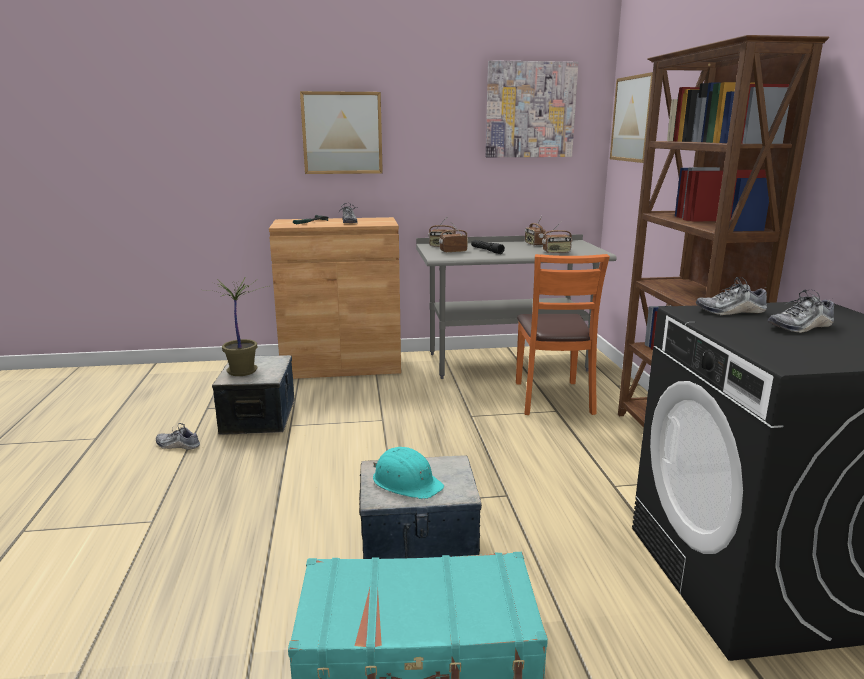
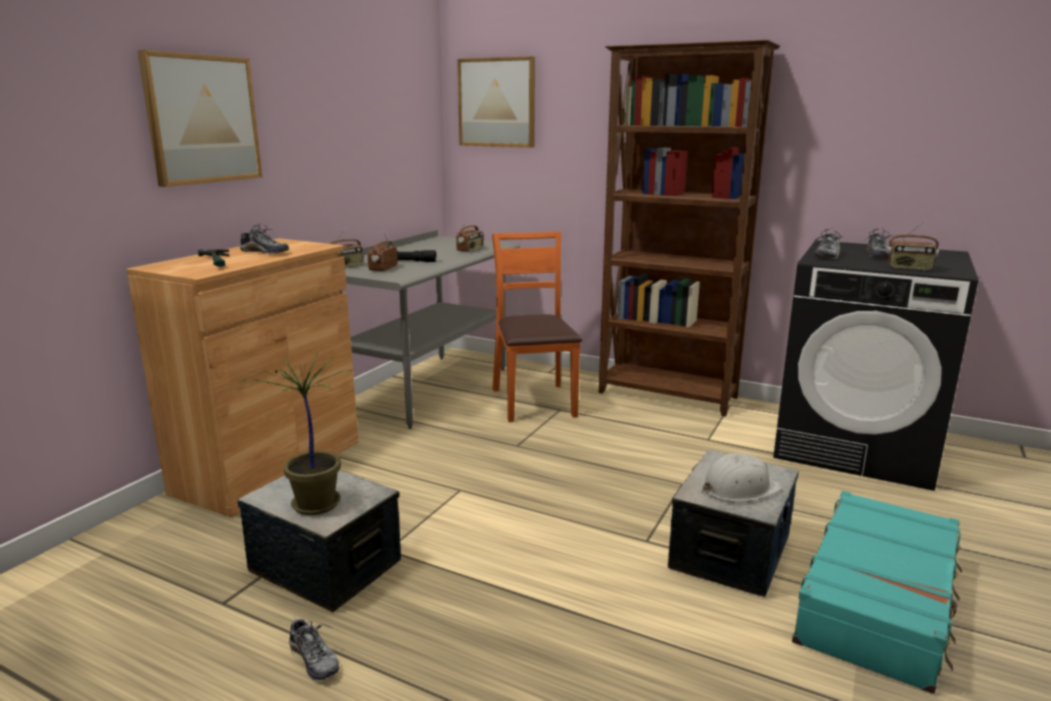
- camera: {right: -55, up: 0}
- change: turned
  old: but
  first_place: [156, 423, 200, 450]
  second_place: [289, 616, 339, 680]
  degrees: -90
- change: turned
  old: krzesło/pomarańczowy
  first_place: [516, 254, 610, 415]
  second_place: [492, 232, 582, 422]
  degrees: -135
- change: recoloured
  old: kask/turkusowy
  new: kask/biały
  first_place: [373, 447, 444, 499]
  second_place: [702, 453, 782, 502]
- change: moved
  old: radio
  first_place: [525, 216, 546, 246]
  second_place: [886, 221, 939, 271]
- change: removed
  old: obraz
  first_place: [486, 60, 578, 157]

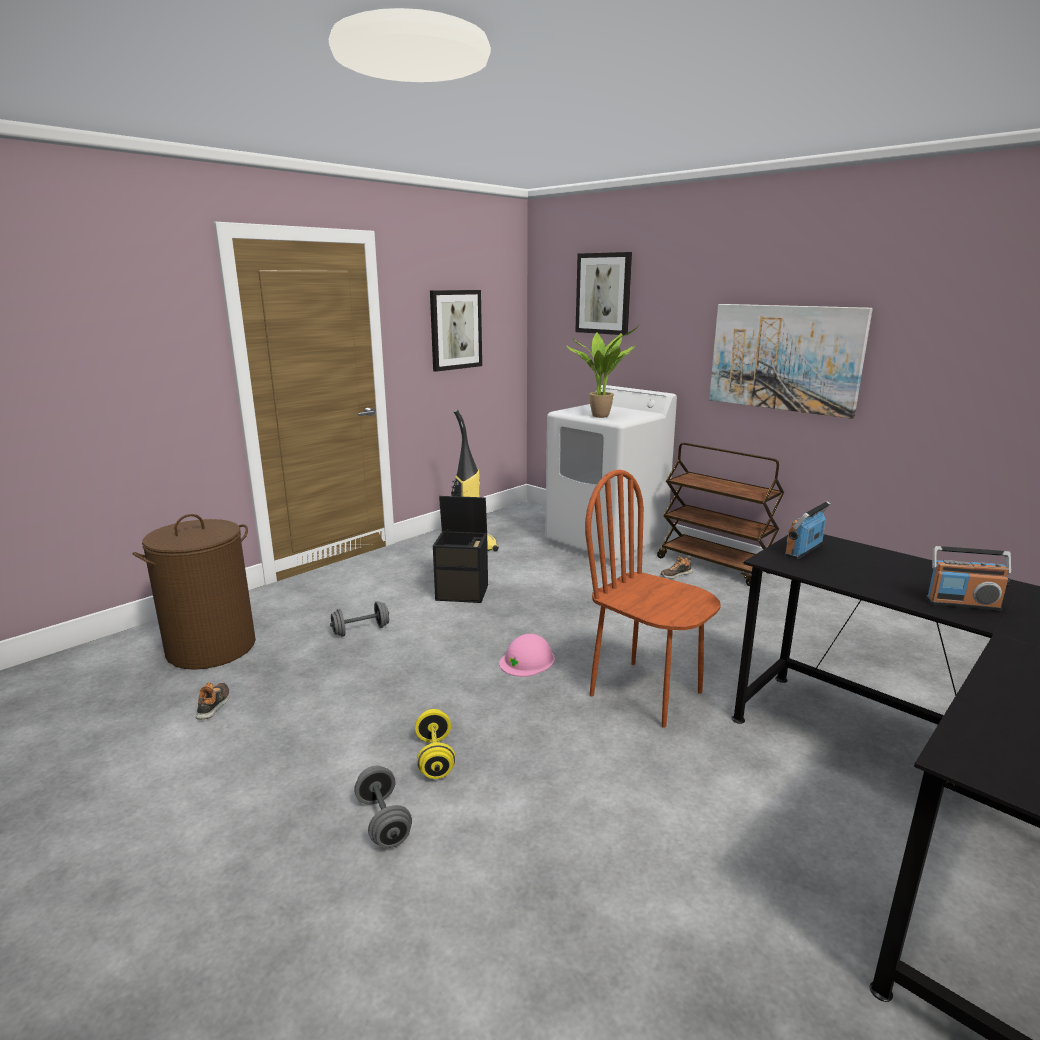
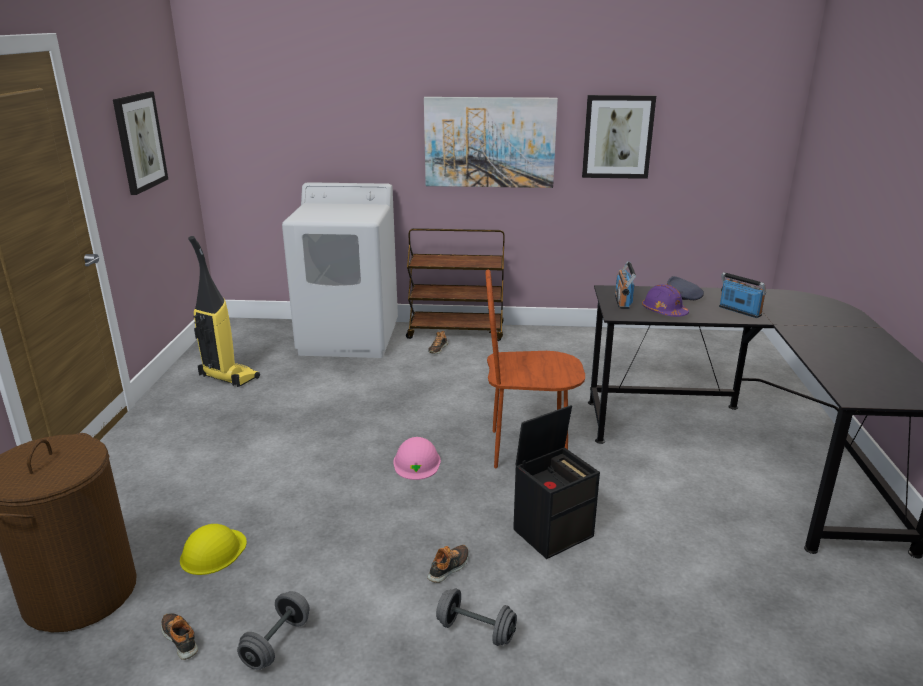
- camera: {right: -40, up: 5}
- change: added
  new: kask/żółty
  second_place: [180, 524, 247, 575]
- change: moved
  old: hantel/szary
  first_place: [330, 601, 389, 636]
  second_place: [237, 591, 310, 670]
- change: replaced
  old: hantel/żółty
  new: but
  first_place: [415, 709, 456, 779]
  second_place: [427, 545, 469, 583]
- change: moved
  old: pojemnik do przechowywania/czarny
  first_place: [433, 496, 488, 603]
  second_place: [513, 405, 600, 559]
- change: moved
  old: obraz
  first_place: [575, 252, 632, 335]
  second_place: [582, 95, 656, 179]
- change: added
  new: kask/fioletowy
  second_place: [642, 284, 689, 317]
- change: added
  new: czapka z daszkiem/szary
  second_place: [667, 276, 704, 300]
- change: turned
  old: radio
  first_place: [926, 546, 1011, 611]
  second_place: [719, 272, 766, 318]
  degrees: -105
- change: removed
  old: roślina doniczkowa
  first_place: [566, 324, 640, 418]

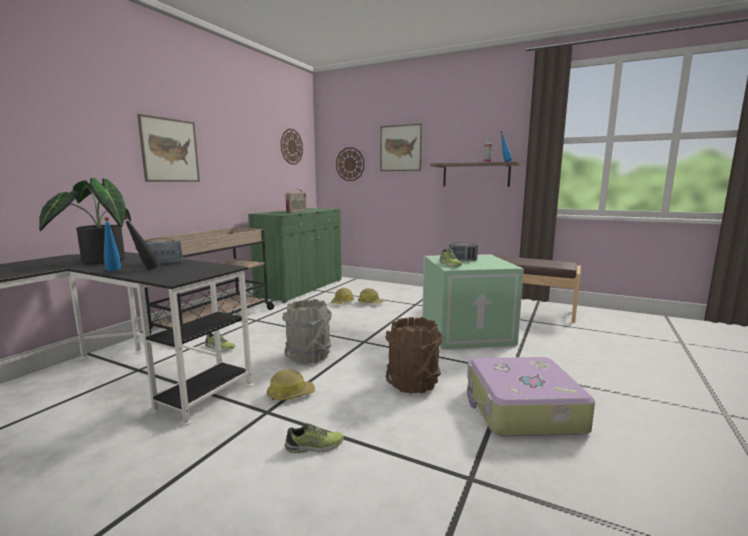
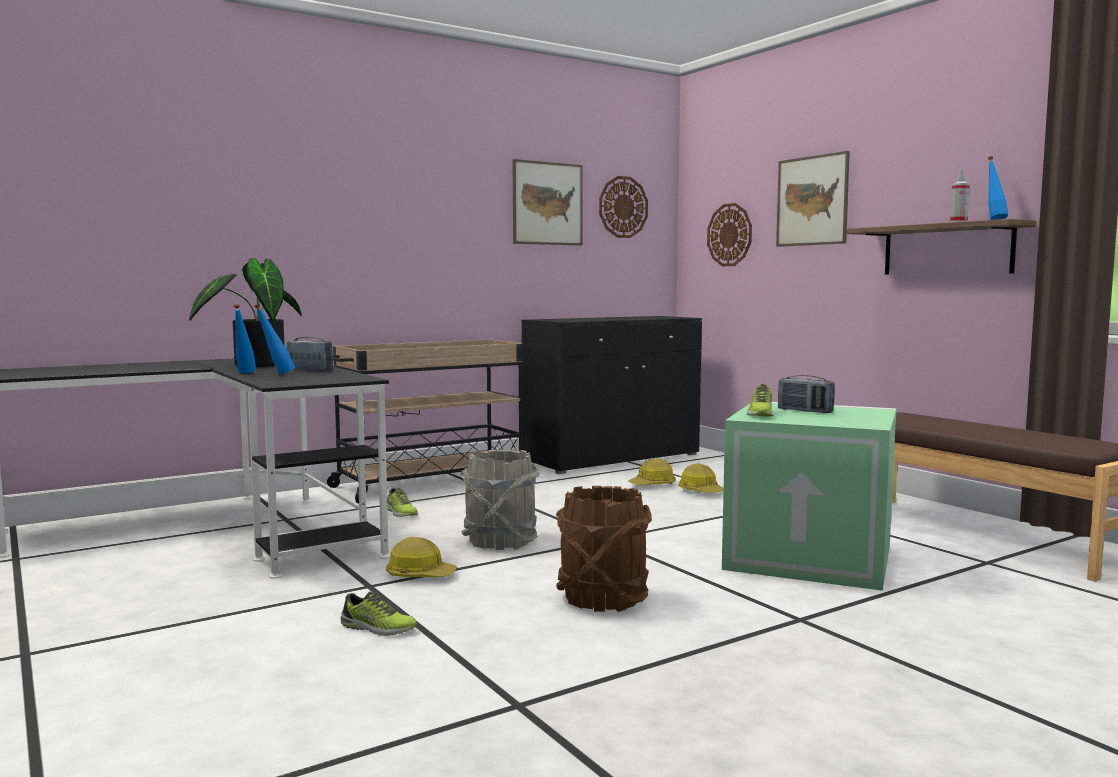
- camera: {right: 30, up: -5}
- change: recoloured
  old: butelka/czarny
  new: butelka/niebieski
  first_place: [123, 216, 161, 270]
  second_place: [255, 304, 296, 375]
- change: moved
  old: obraz
  first_place: [137, 114, 200, 182]
  second_place: [512, 159, 582, 245]
- change: recoloured
  old: szafka/zielony
  new: szafka/czarny
  first_place: [248, 208, 342, 303]
  second_place: [521, 316, 702, 474]
- change: removed
  old: radio
  first_place: [285, 189, 307, 213]
- change: removed
  old: walizka
  first_place: [467, 357, 595, 436]

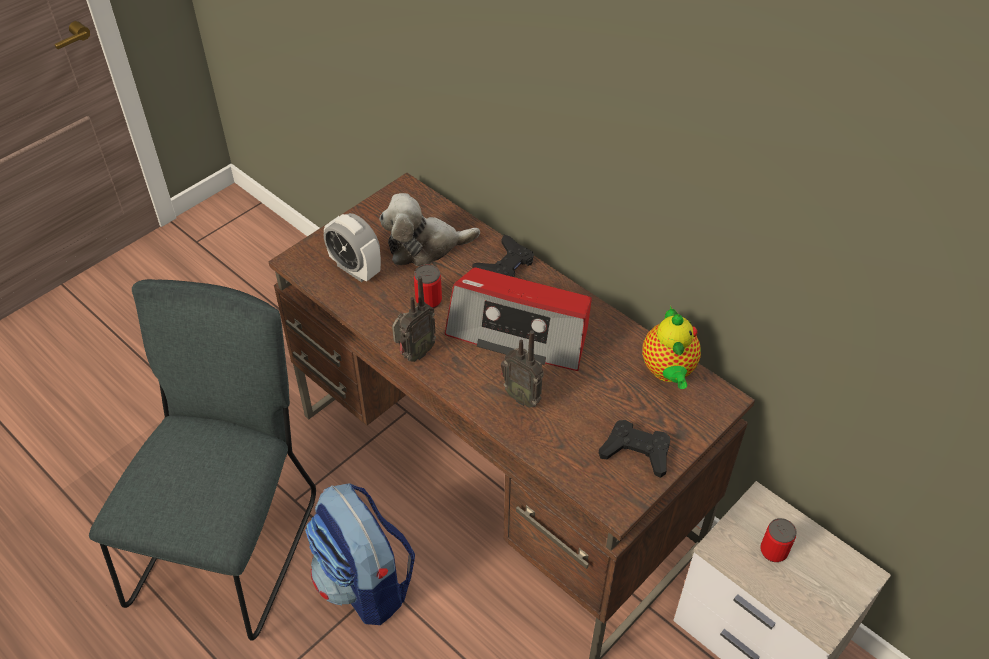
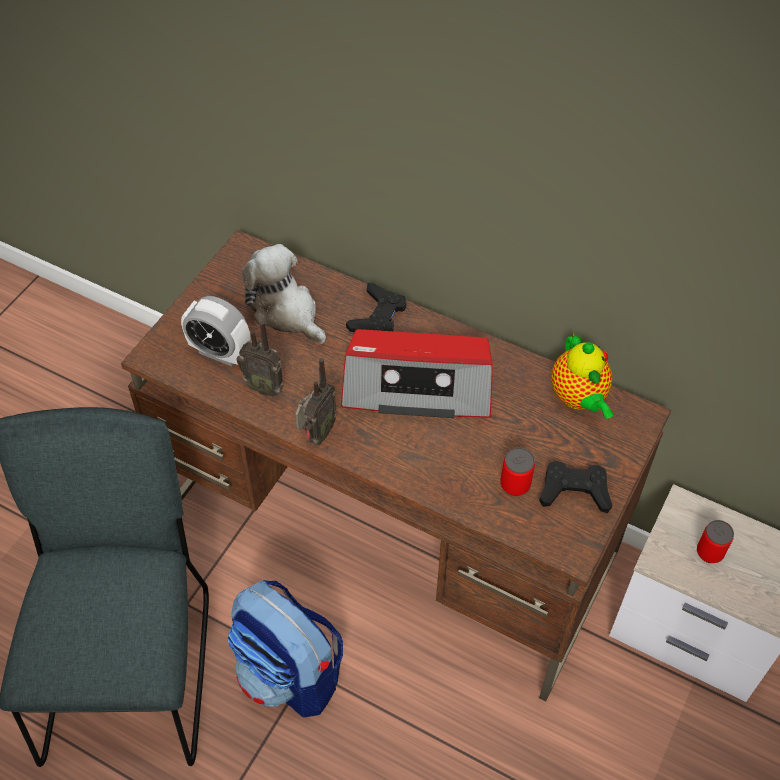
- camera: {right: -15, up: 5}
- change: moved
  old: radio
  first_place: [501, 331, 544, 408]
  second_place: [236, 321, 284, 396]
- change: turned
  old: pluszak
  first_place: [379, 193, 480, 266]
  second_place: [242, 244, 326, 344]
  degrees: 75
- change: moved
  old: puszka
  first_place: [414, 264, 442, 309]
  second_place: [500, 447, 535, 496]

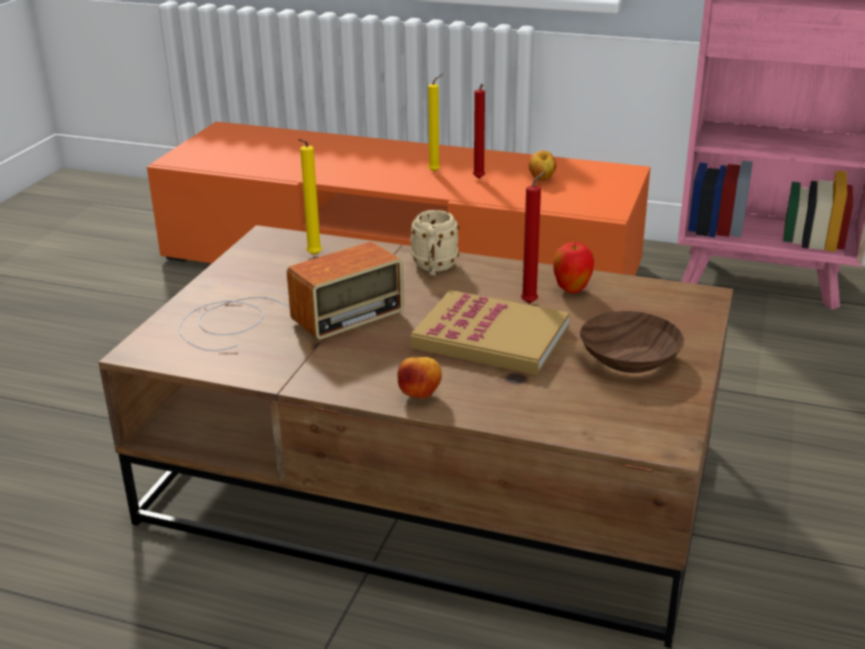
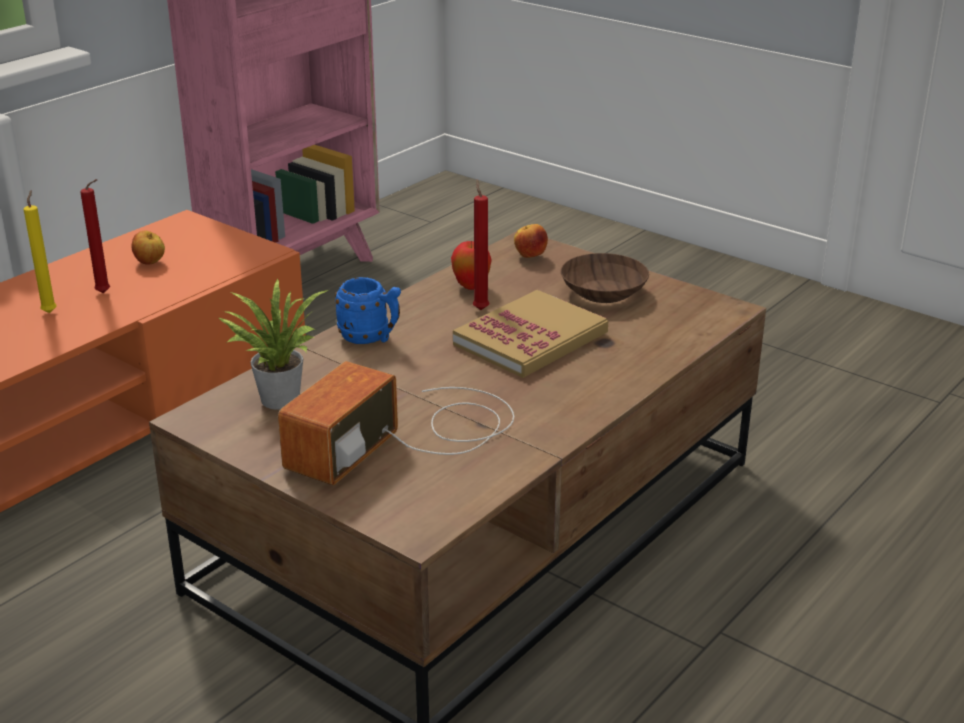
- camera: {right: -70, up: 0}
- change: replaced
  old: świeca/żółty
  new: roślina doniczkowa
  first_place: [298, 139, 322, 255]
  second_place: [219, 279, 328, 410]
- change: turned
  old: radio
  first_place: [179, 242, 404, 351]
  second_place: [278, 361, 514, 485]
  degrees: -135
- change: recoloured
  old: kubek/beżowy
  new: kubek/niebieski
  first_place: [410, 210, 459, 275]
  second_place: [335, 277, 401, 344]
- change: moved
  old: jabłko
  first_place: [398, 355, 442, 399]
  second_place: [514, 224, 548, 258]

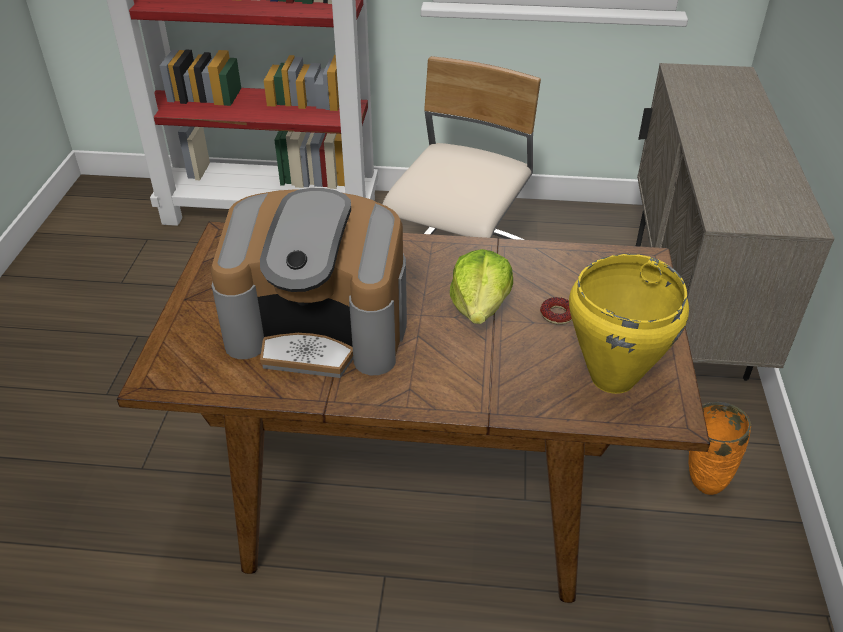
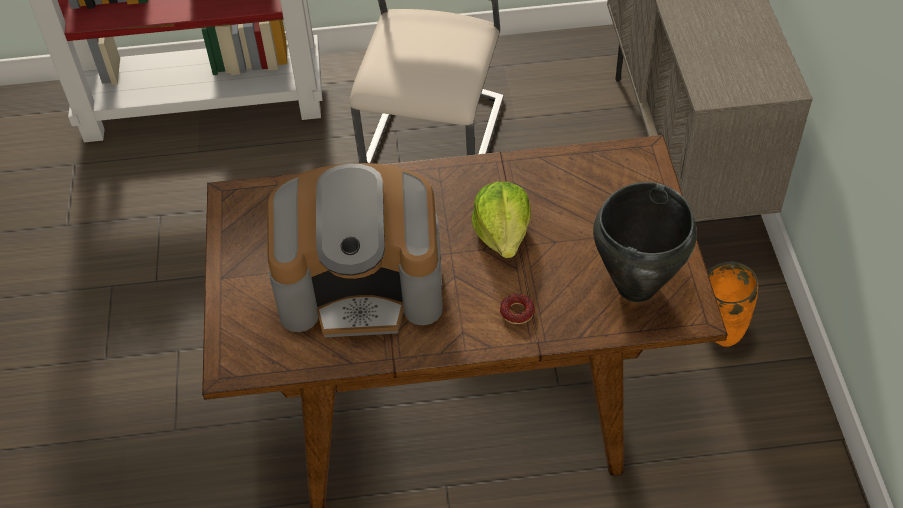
- camera: {right: -10, up: 10}
- change: moved
  old: donut
  first_place: [540, 297, 572, 325]
  second_place: [500, 294, 535, 324]
- change: recoloured
  old: garnek/żółty
  new: garnek/czarny
  first_place: [569, 254, 689, 394]
  second_place: [593, 182, 697, 302]

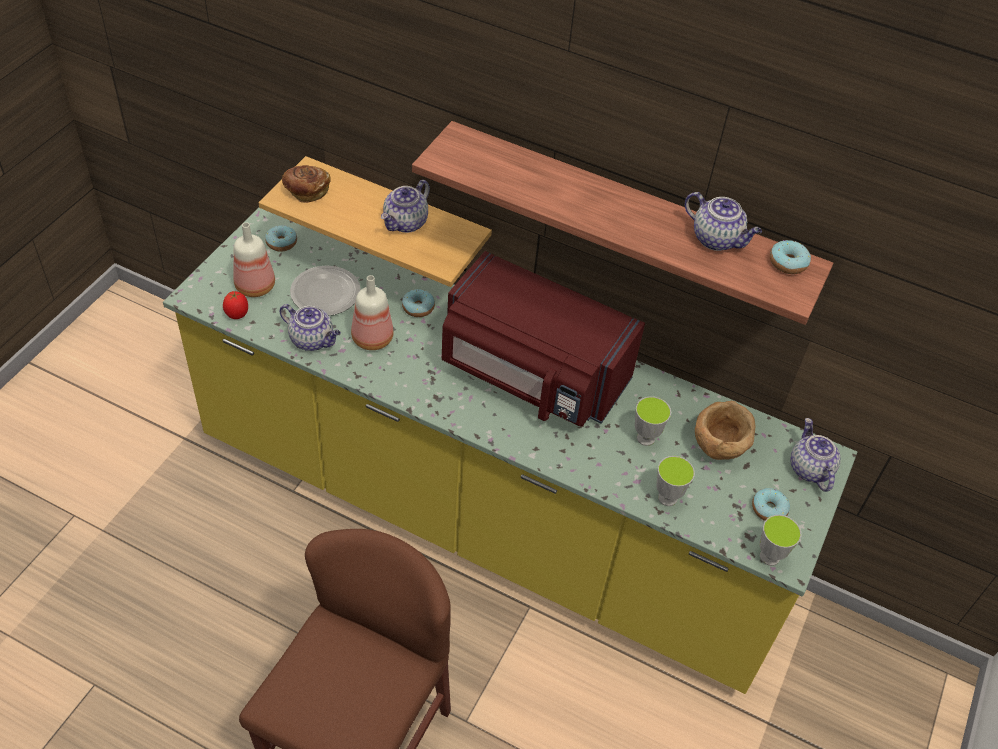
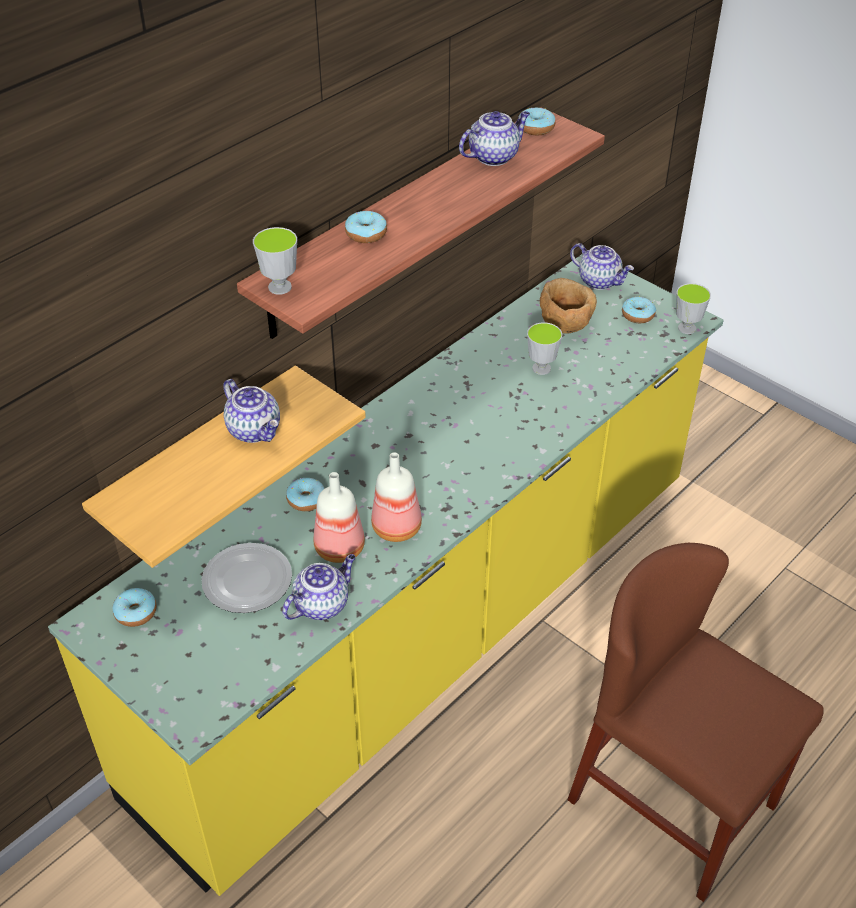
- camera: {right: -70, up: -5}
- change: moved
  old: filiżanka
  first_place: [656, 456, 695, 506]
  second_place: [253, 227, 297, 295]
- change: added
  new: donut
  second_place: [345, 211, 387, 243]
- change: moved
  old: butelka
  first_place: [233, 222, 275, 297]
  second_place: [371, 452, 422, 542]
- change: turned
  old: imbryk
  first_place: [790, 418, 841, 492]
  second_place: [570, 243, 634, 290]
  degrees: -150
- change: removed
  old: pomidor
  first_place: [223, 291, 248, 319]
- change: removed
  old: chleb
  first_place: [282, 165, 331, 203]
- change: removed
  old: mikrofalówka/czerwony
  first_place: [442, 251, 645, 427]

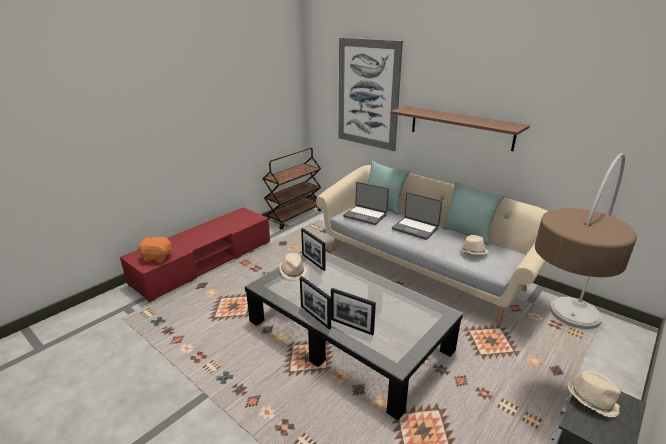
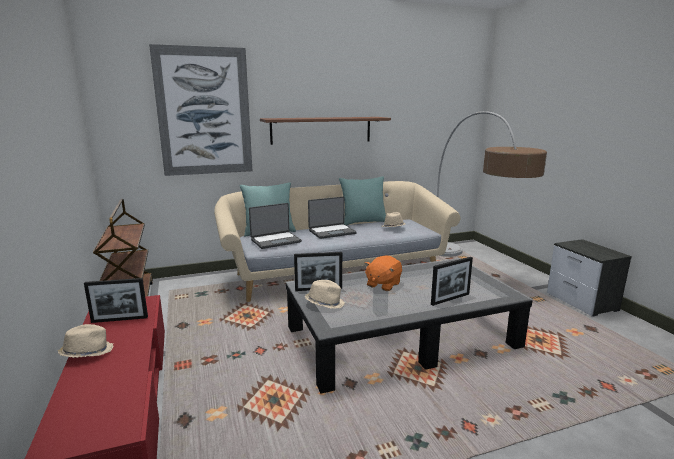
- camera: {right: -60, up: -10}
- change: moved
  old: kapelusz/beżowy
  first_place: [568, 371, 621, 418]
  second_place: [58, 324, 113, 358]
- change: moved
  old: ramka na zdjęcie
  first_place: [300, 276, 331, 329]
  second_place: [84, 278, 148, 323]
- change: moved
  old: pluszak/pomarańczowy
  first_place: [138, 236, 172, 263]
  second_place: [364, 256, 402, 291]

